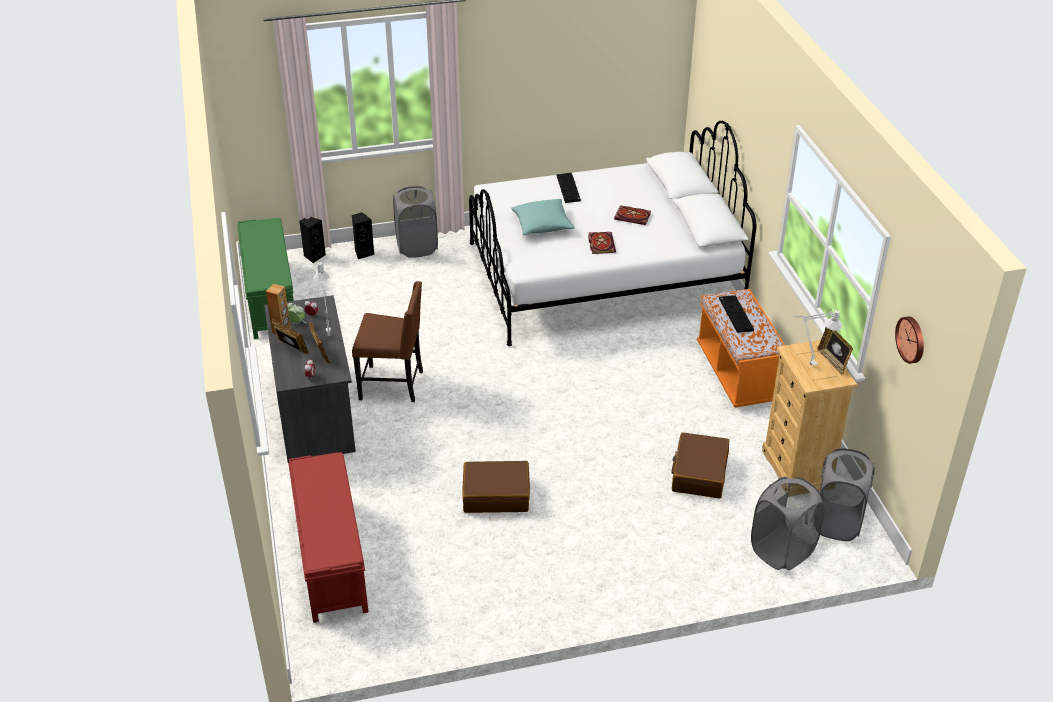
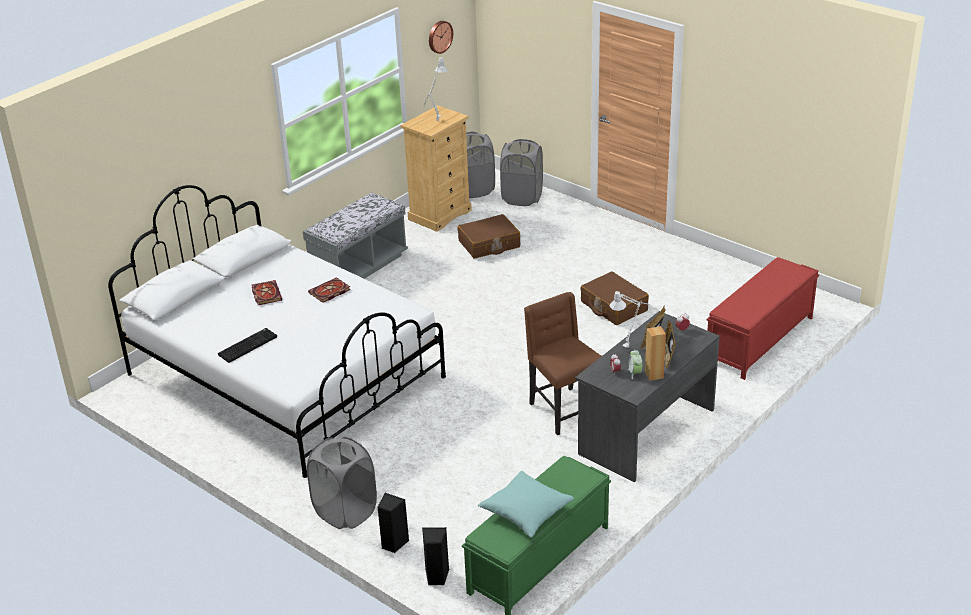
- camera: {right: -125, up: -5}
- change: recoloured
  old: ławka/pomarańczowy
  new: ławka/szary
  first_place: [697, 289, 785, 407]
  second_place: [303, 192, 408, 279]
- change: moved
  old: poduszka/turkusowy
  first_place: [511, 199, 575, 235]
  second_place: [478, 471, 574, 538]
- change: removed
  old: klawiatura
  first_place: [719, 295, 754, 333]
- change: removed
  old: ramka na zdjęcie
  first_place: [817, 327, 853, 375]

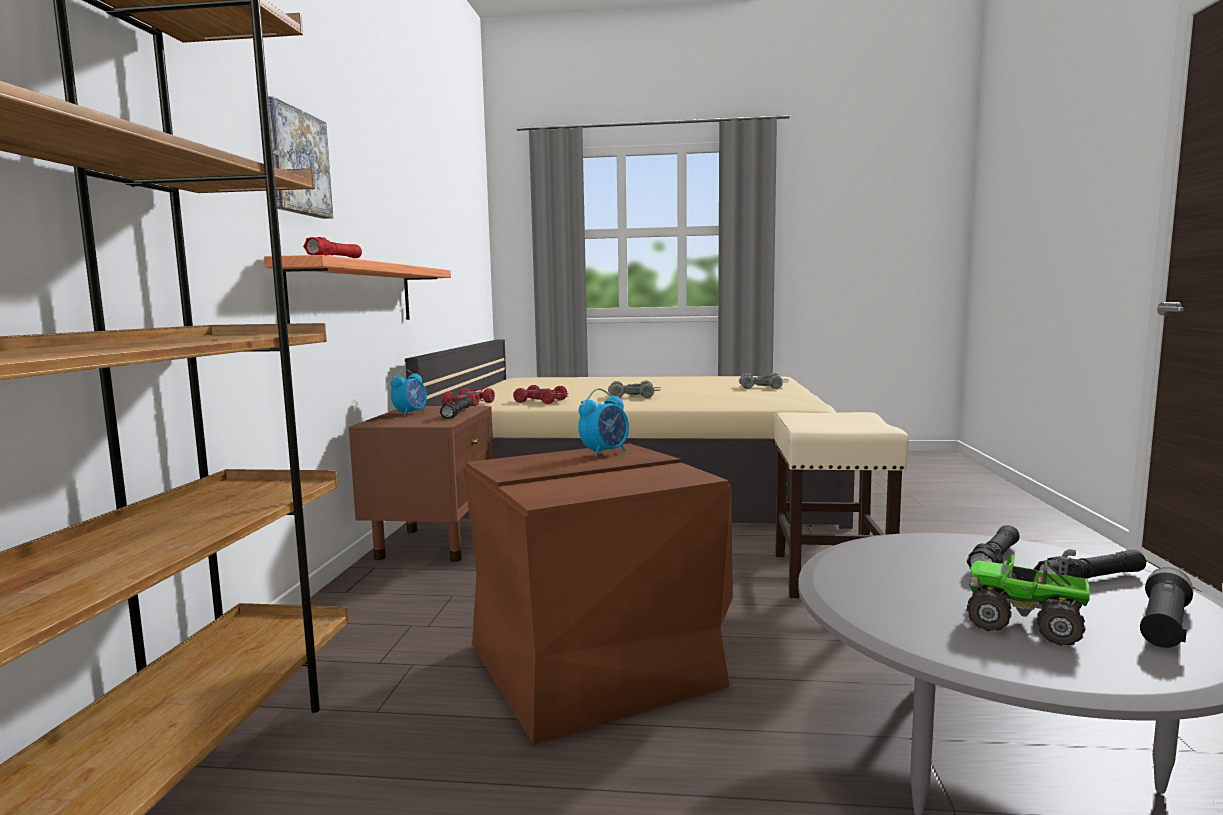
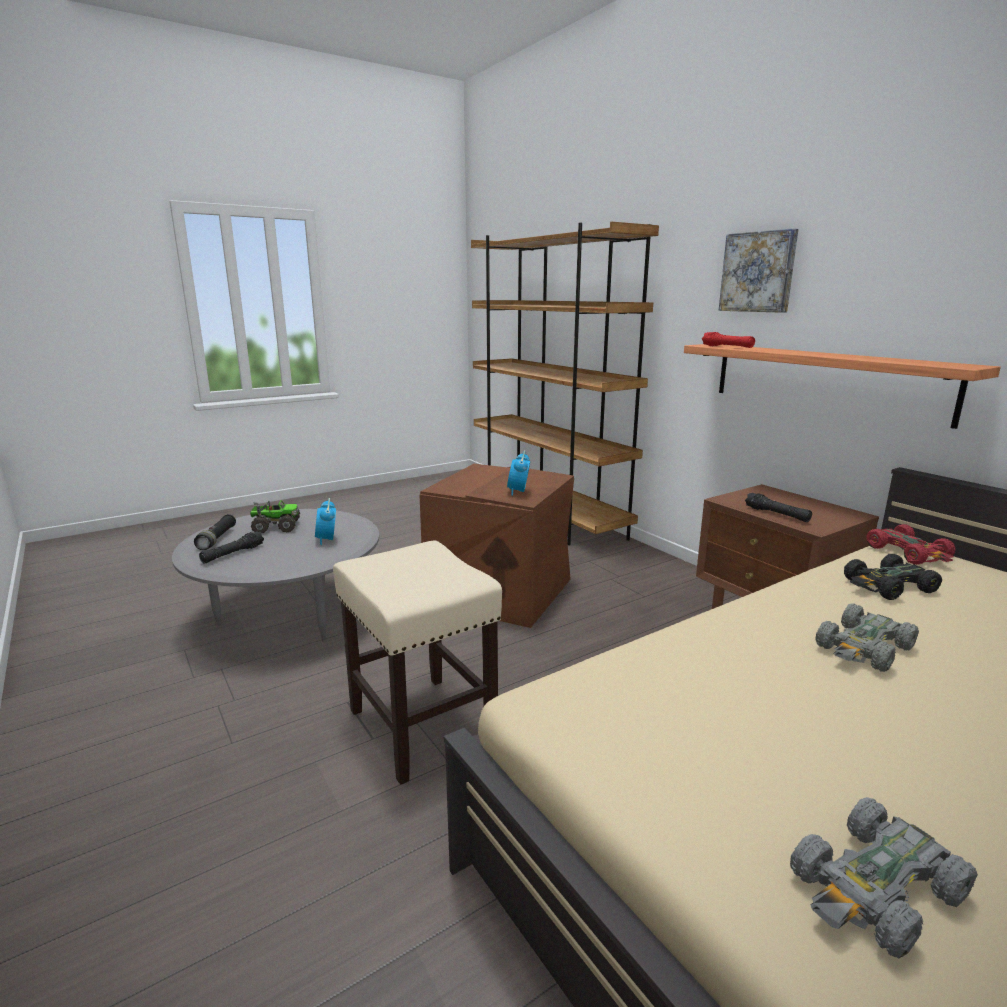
- camera: {right: 140, up: 10}
- change: moved
  old: budzik
  first_place: [391, 368, 427, 416]
  second_place: [315, 498, 336, 545]
- change: recoloured
  old: samochodzik/czerwony
  new: samochodzik/czarny
  first_place: [513, 385, 569, 404]
  second_place: [844, 554, 942, 600]
- change: removed
  old: latarka/czarny
  first_place: [967, 525, 1020, 569]

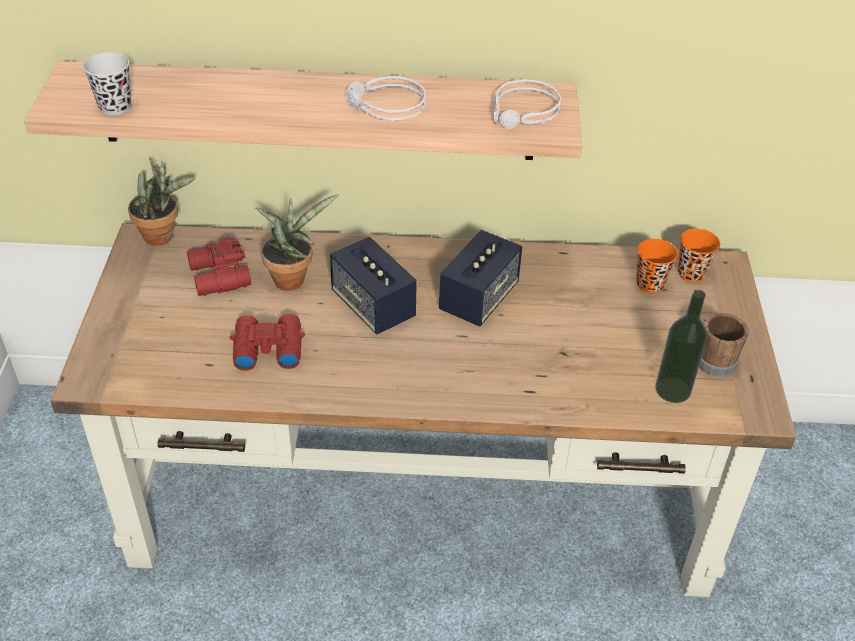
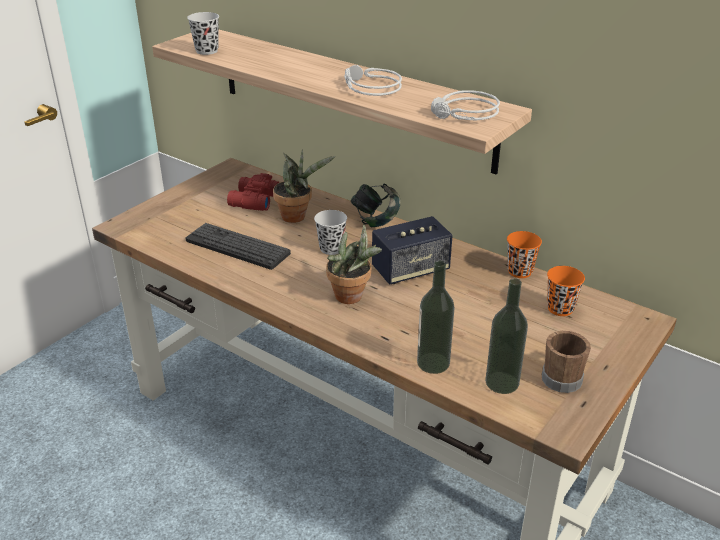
- camera: {right: 35, up: -10}
- change: replaced
  old: lornetka/czerwony
  new: klawiatura
  first_place: [230, 314, 305, 371]
  second_place: [185, 223, 291, 270]
- change: replaced
  old: głośnik
  new: filiżanka/czarny
  first_place: [330, 237, 417, 334]
  second_place: [314, 210, 347, 255]
- change: moved
  old: roślina doniczkowa
  first_place: [128, 157, 196, 246]
  second_place: [326, 224, 382, 304]
- change: added
  new: słuchawki
  second_place: [351, 184, 401, 228]
- change: added
  new: butelka
  second_place: [417, 261, 455, 374]
- change: moved
  old: filiżanka/pomarańczowy
  first_place: [678, 229, 720, 283]
  second_place: [507, 231, 542, 278]

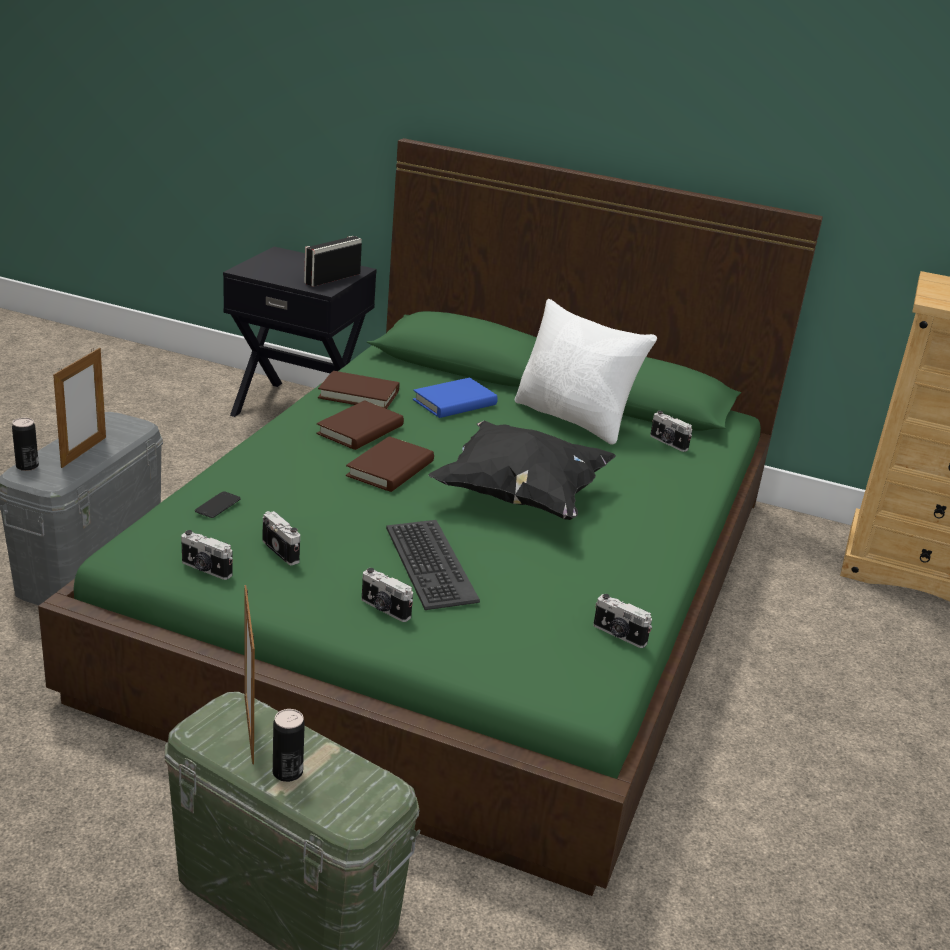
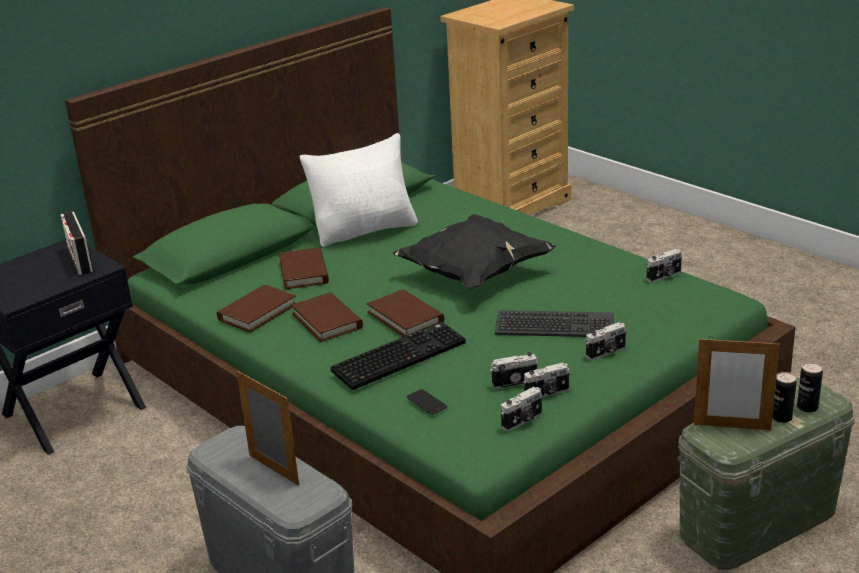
- camera: {right: -60, up: 0}
- change: recoloured
  old: książka/niebieski
  new: książka/brązowy
  first_place: [413, 378, 498, 418]
  second_place: [279, 248, 329, 289]
- change: added
  new: klawiatura
  second_place: [330, 322, 466, 390]
- change: moved
  old: aparat fotograficzny
  first_place: [650, 411, 692, 452]
  second_place: [523, 363, 570, 397]
- change: moved
  old: puszka
  first_place: [12, 418, 39, 471]
  second_place: [797, 362, 823, 413]

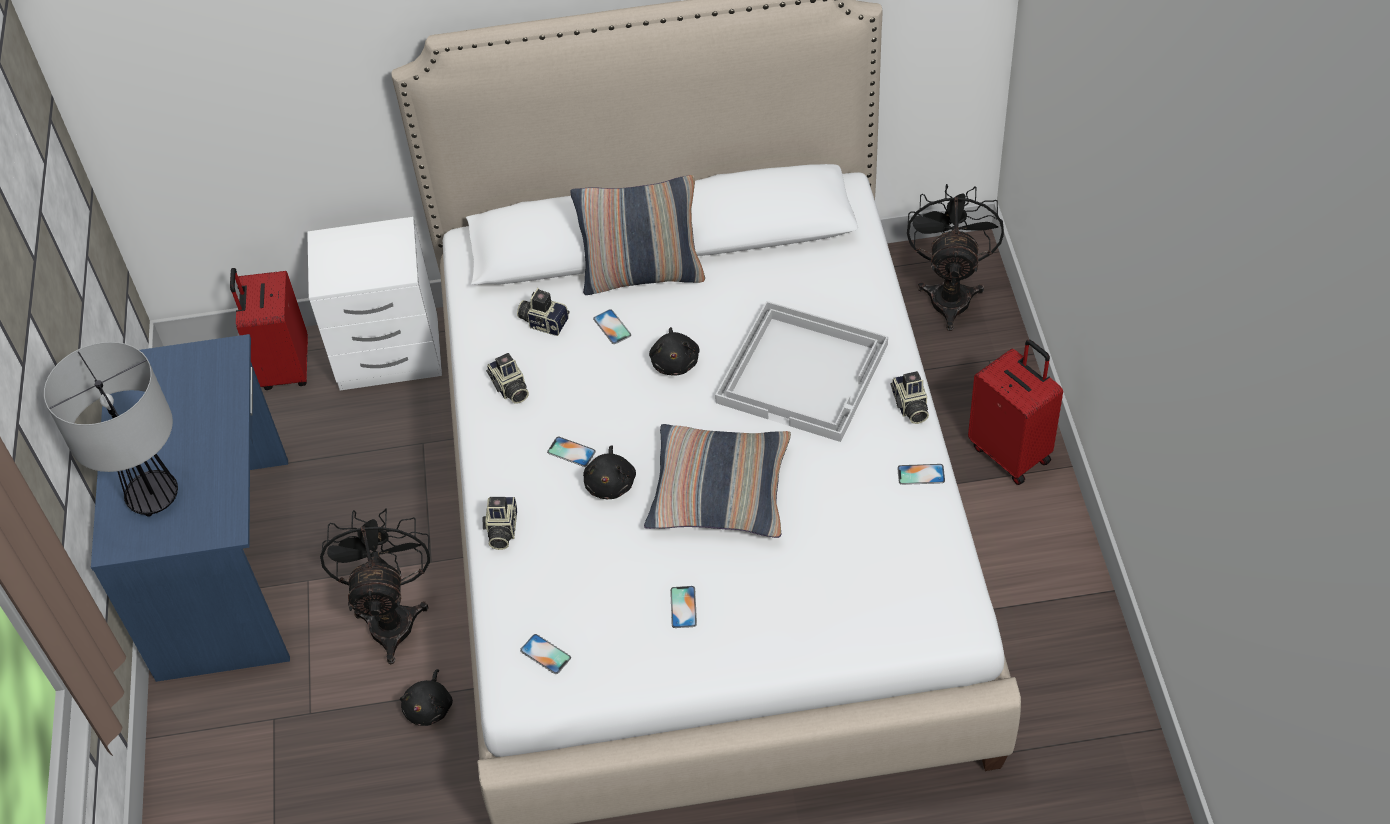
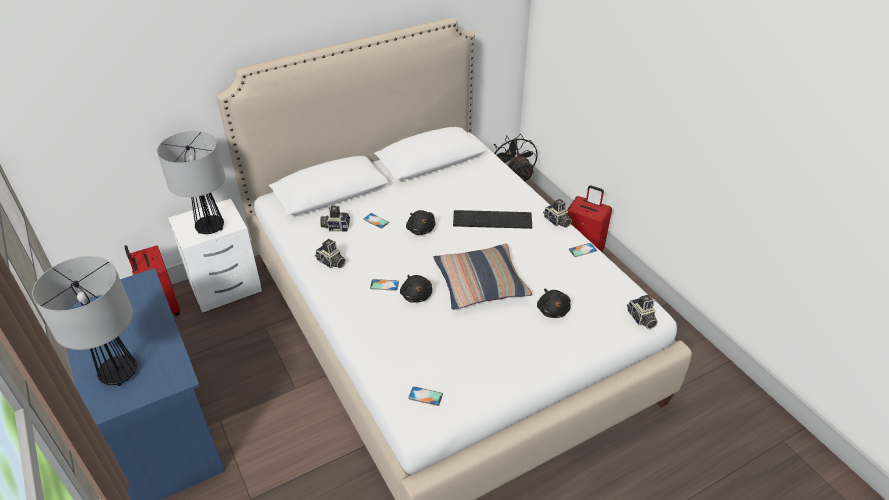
- camera: {right: -25, up: -10}
- change: added
  new: lampa stołowa
  second_place: [157, 131, 225, 234]
- change: replaced
  old: taca/biały
  new: klawiatura
  first_place: [715, 301, 888, 442]
  second_place: [453, 210, 532, 229]
- change: moved
  old: pluszak/czarny
  first_place: [400, 669, 453, 726]
  second_place: [537, 288, 571, 318]
- change: moved
  old: aparat fotograficzny
  first_place: [482, 497, 517, 550]
  second_place: [627, 295, 658, 329]
- change: removed
  old: wentylator/czarny
  first_place: [320, 508, 430, 664]
- change: removed
  old: poduszka
  first_place: [571, 175, 705, 295]
- change: removed
  old: telefon
  first_place: [670, 586, 697, 628]

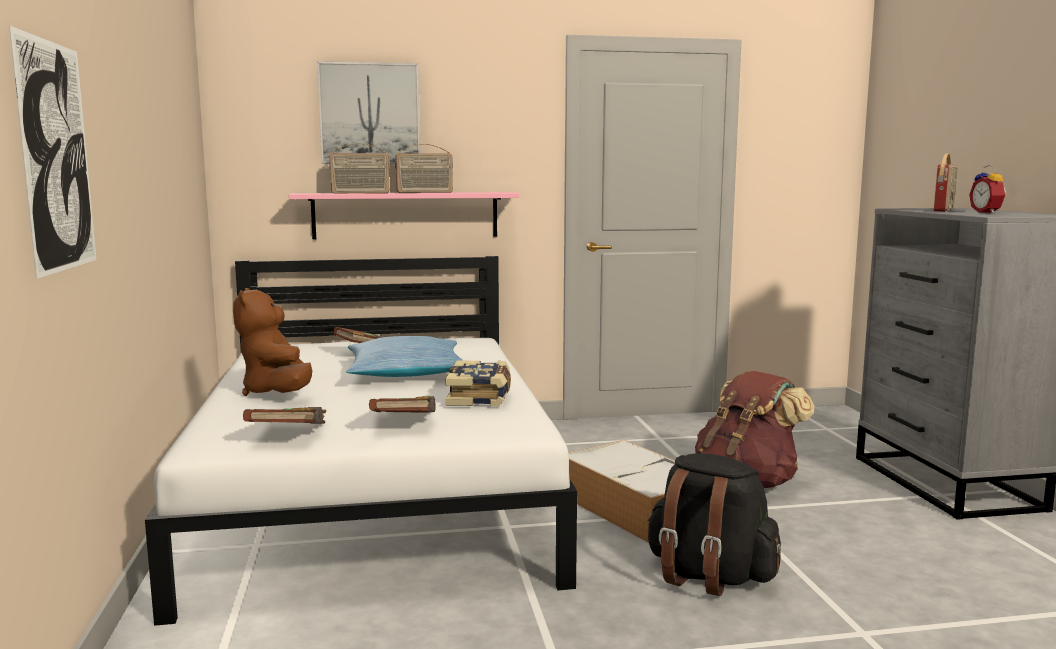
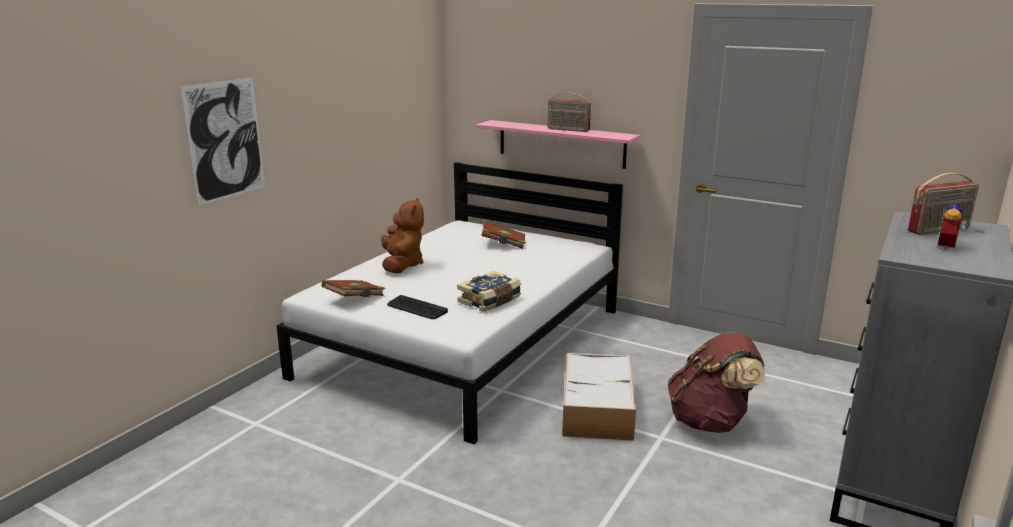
- camera: {right: 40, up: 10}
- change: turned
  old: pluszak/brązowy
  first_place: [233, 288, 312, 396]
  second_place: [381, 198, 424, 273]
  degrees: 150
- change: replaced
  old: książka/brązowy
  new: klawiatura
  first_place: [369, 396, 435, 413]
  second_place: [387, 295, 448, 319]
- change: removed
  old: obraz
  first_place: [317, 61, 420, 164]
- change: removed
  old: radio
  first_place: [329, 143, 390, 193]
- change: removed
  old: poduszka
  first_place: [346, 336, 464, 377]
- change: removed
  old: plecak/czarny
  first_place: [647, 453, 781, 596]

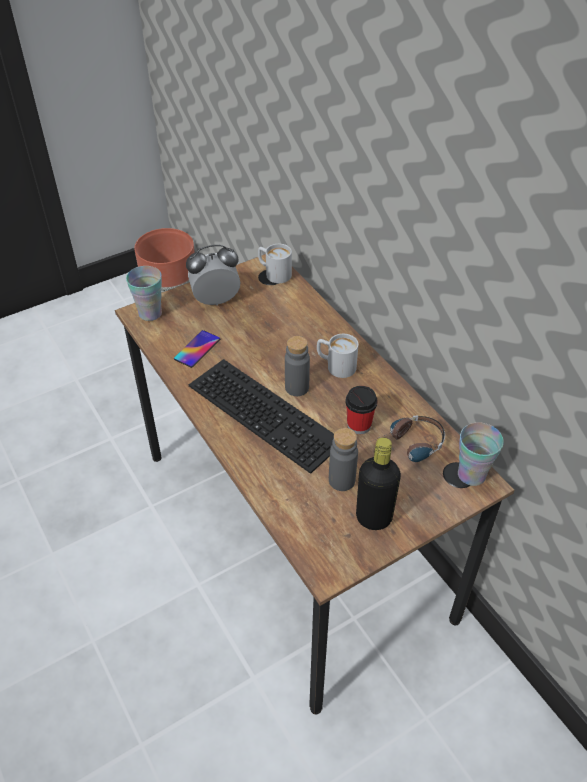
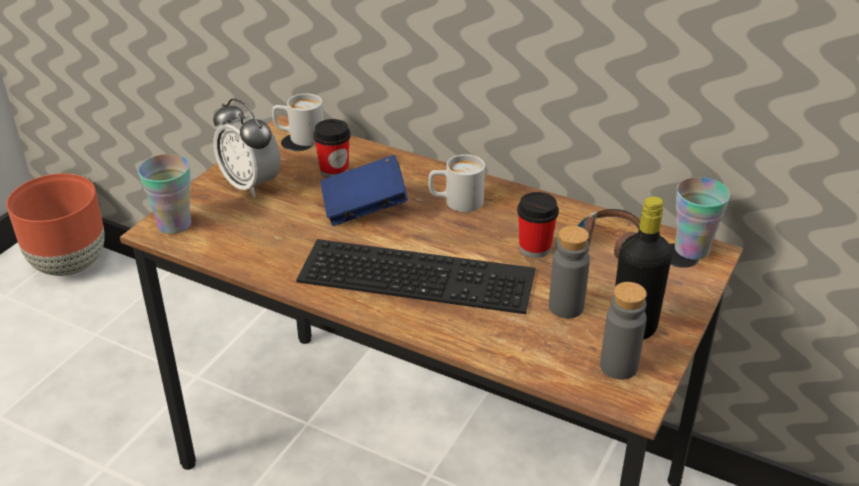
- camera: {right: -30, up: -10}
- change: turned
  old: budzik
  first_place: [186, 245, 240, 306]
  second_place: [213, 98, 281, 197]
  degrees: -90
- change: added
  new: filiżanka
  second_place: [313, 119, 351, 178]
- change: added
  new: książka/niebieski
  second_place: [320, 155, 408, 226]
- change: moved
  old: butelka/szary
  first_place: [285, 336, 310, 396]
  second_place: [600, 282, 647, 380]
- change: removed
  old: telefon
  first_place: [174, 330, 220, 368]

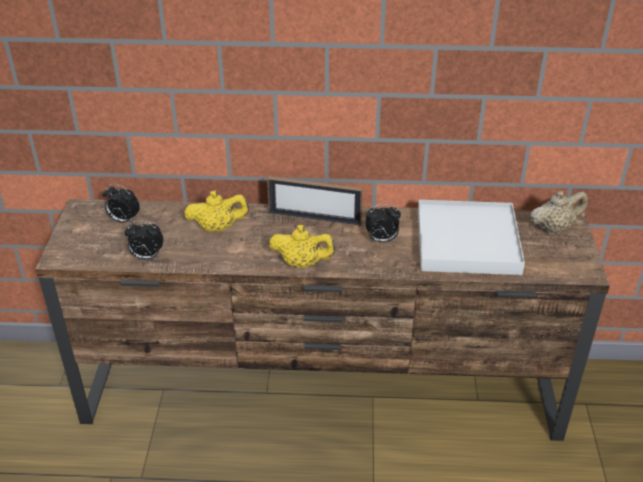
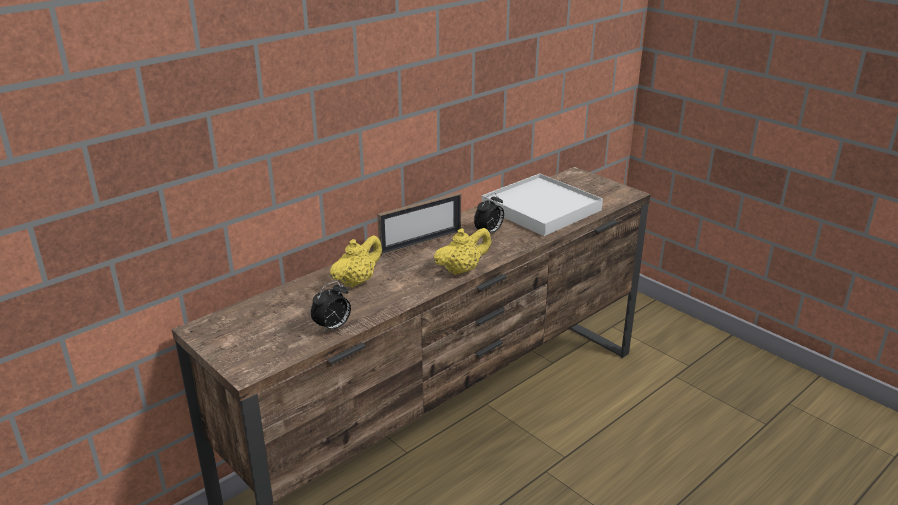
- camera: {right: -45, up: -10}
- change: removed
  old: budzik
  first_place: [103, 184, 140, 223]
- change: removed
  old: imbryk/beżowy
  first_place: [529, 191, 588, 233]

